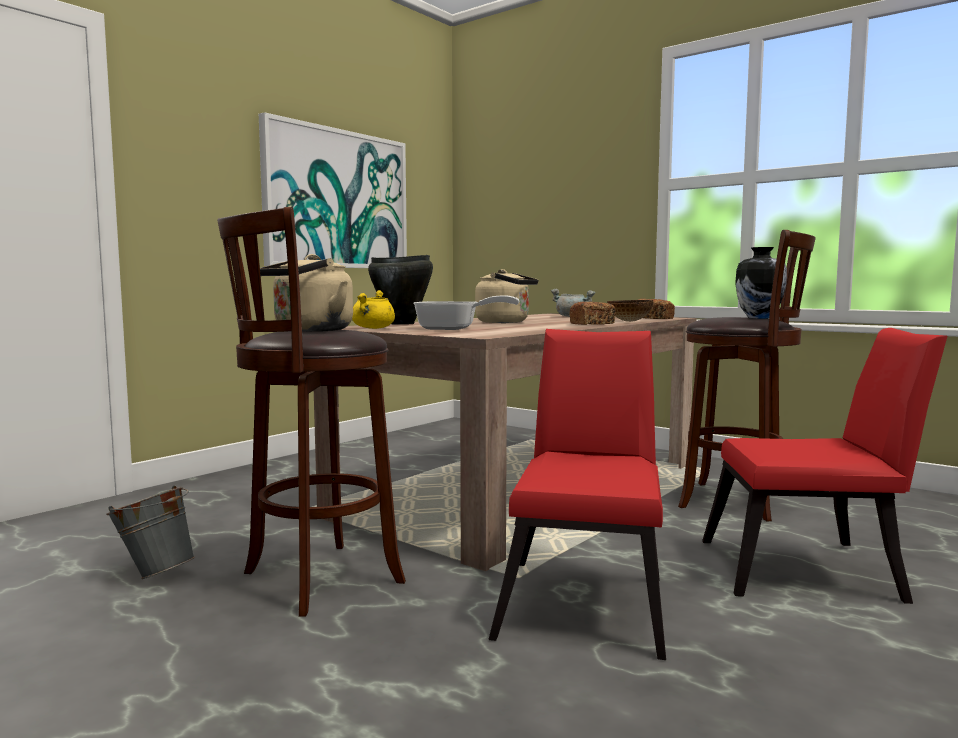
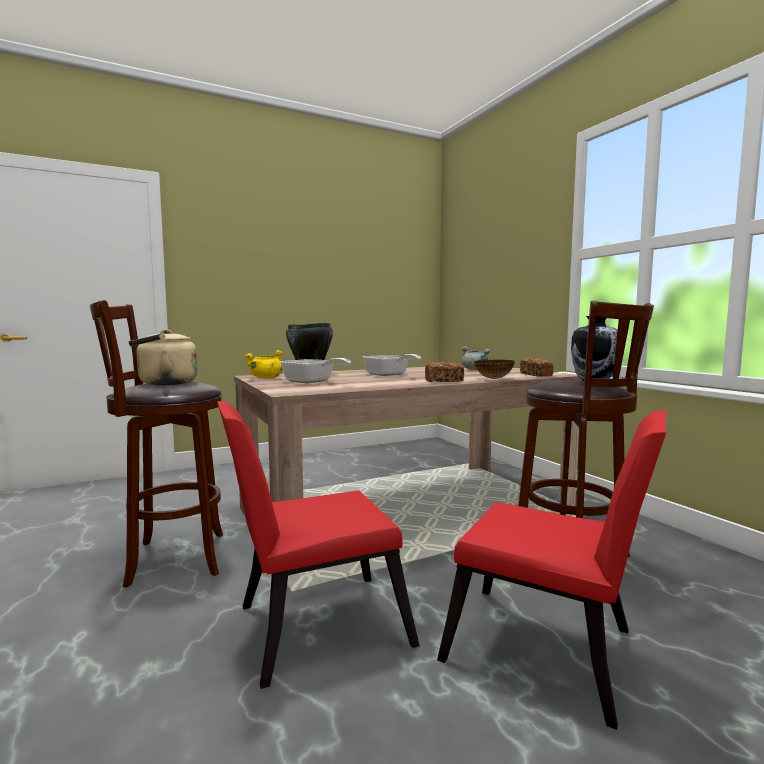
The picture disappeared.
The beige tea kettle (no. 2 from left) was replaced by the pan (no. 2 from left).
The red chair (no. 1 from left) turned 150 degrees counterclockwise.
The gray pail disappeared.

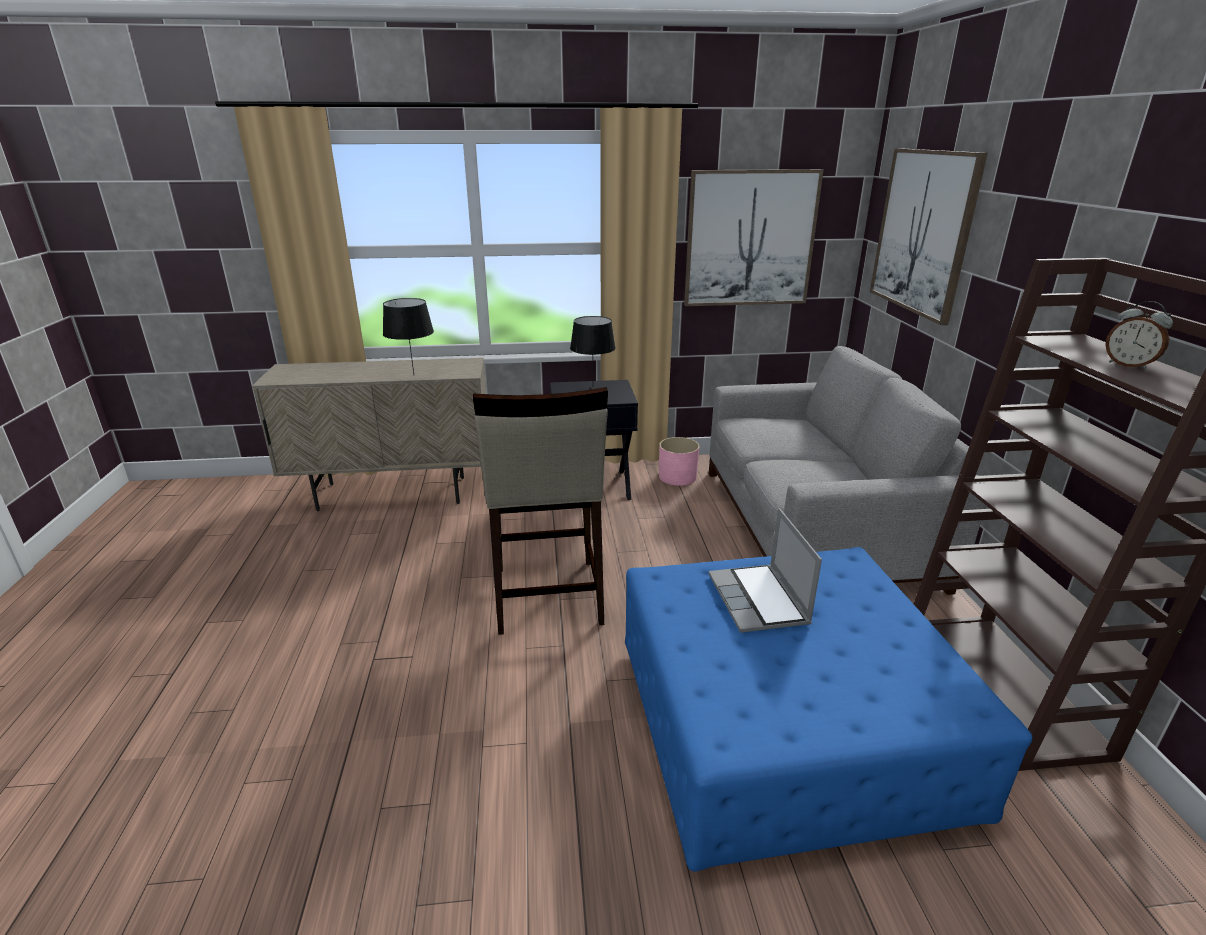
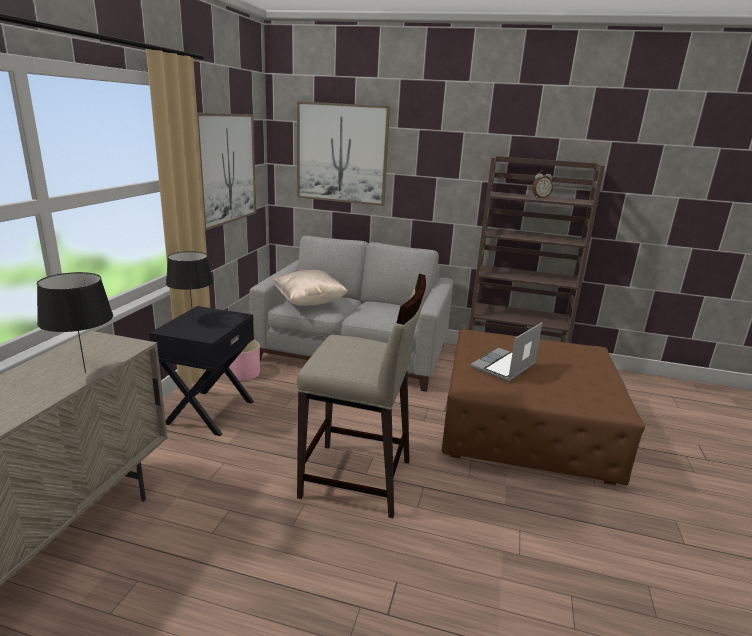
The laptop turned 120 degrees clockwise.
The bluish footrest became the brown-coloured footrest.
The beige cushion appeared.

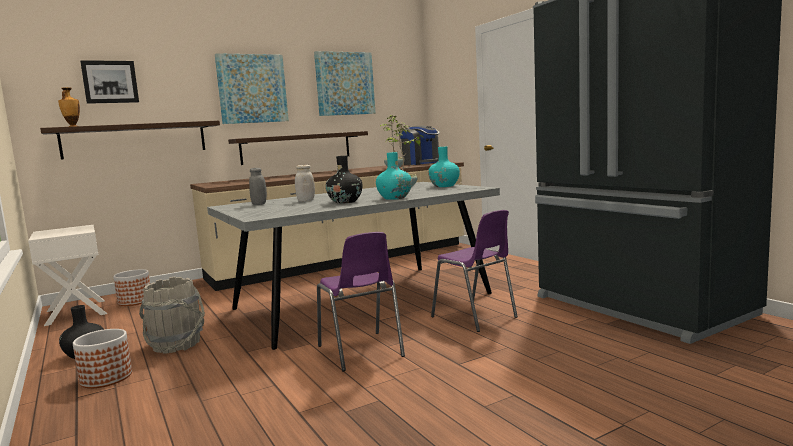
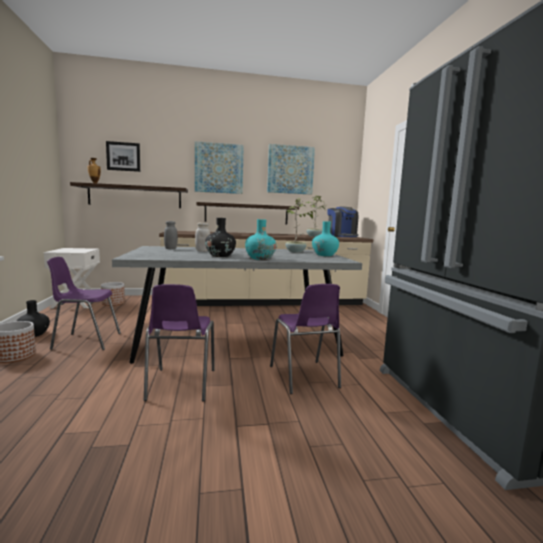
The gray pail was replaced by the purplish chair (no. 1 from left).

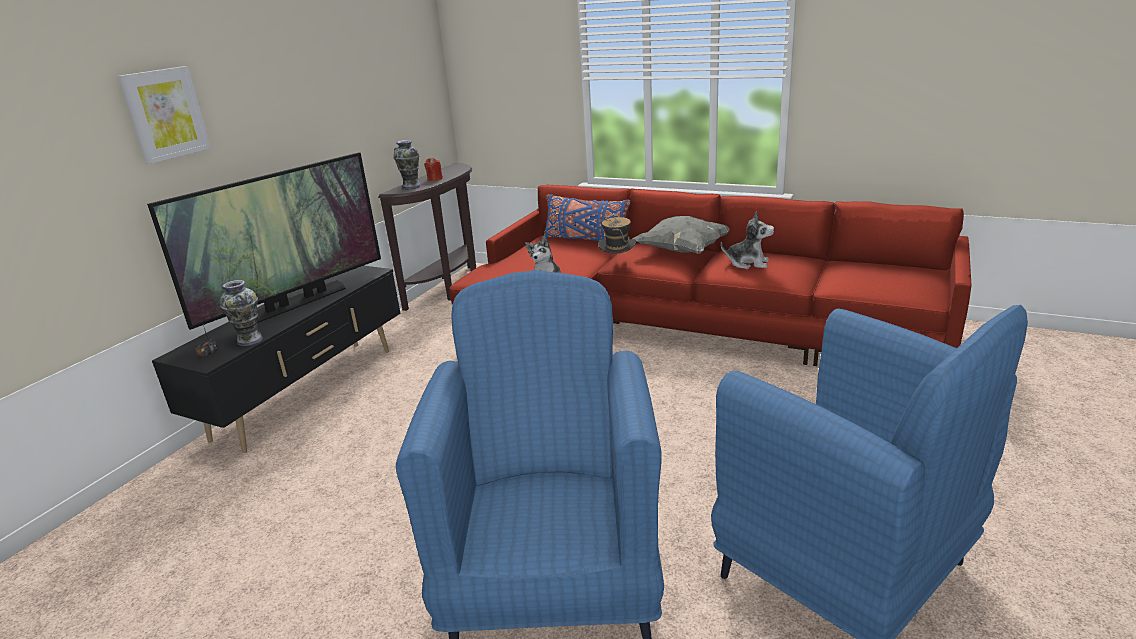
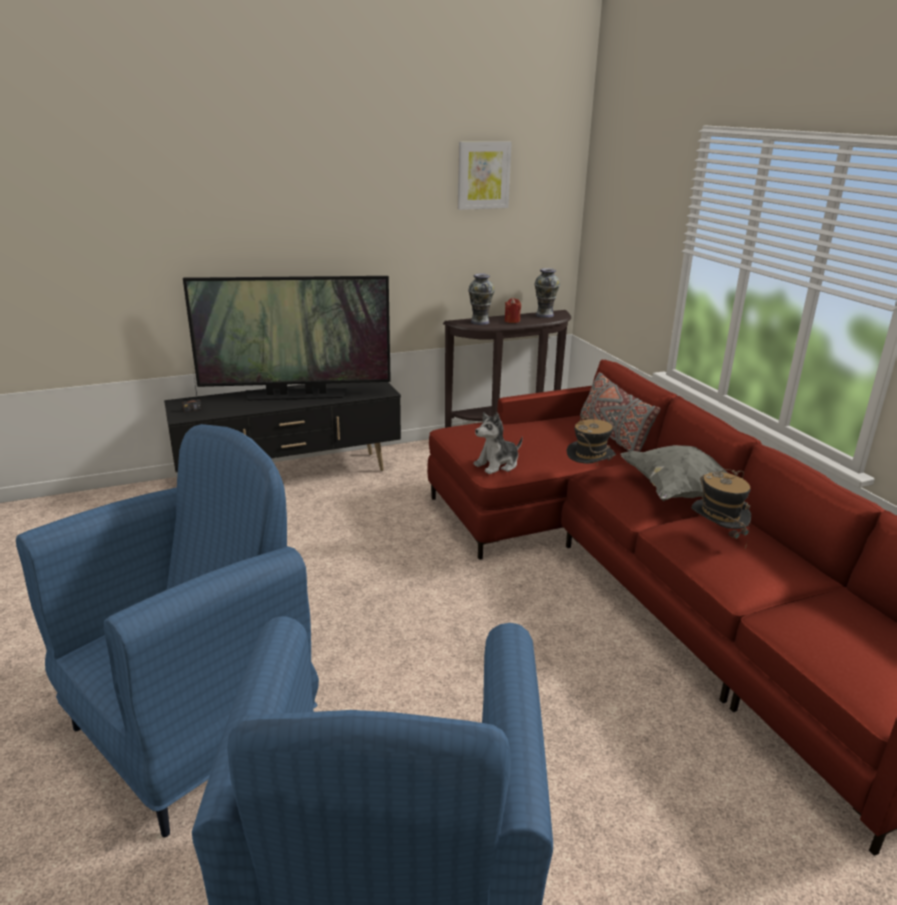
The picture moved.
The bluish cushion became the gray cushion (no. 1 from left).
The cuddly toy (no. 2 from left) was replaced by the wearable hat (no. 2 from left).
The flower vase (no. 1 from left in the first image) moved.

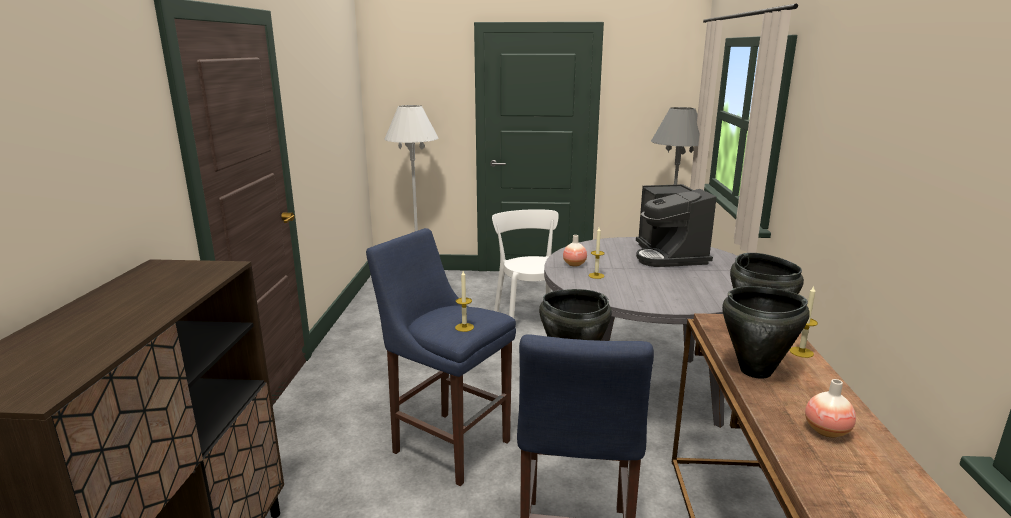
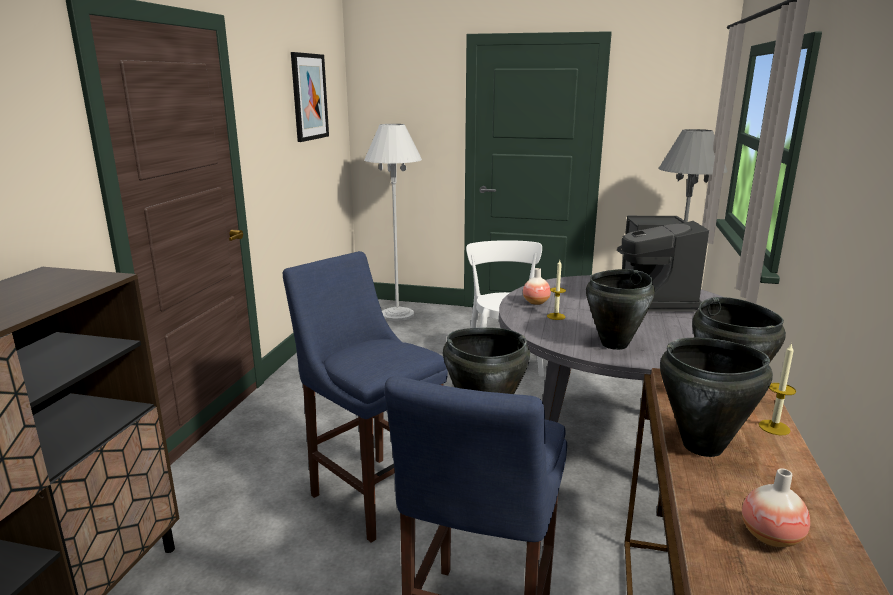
The candle (no. 1 from left) disappeared.
The picture appeared.
The blackish stockpot (no. 2 from left) appeared.

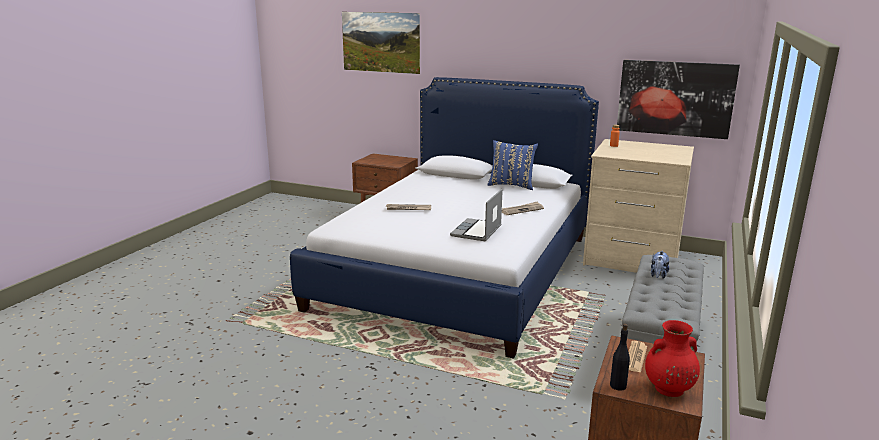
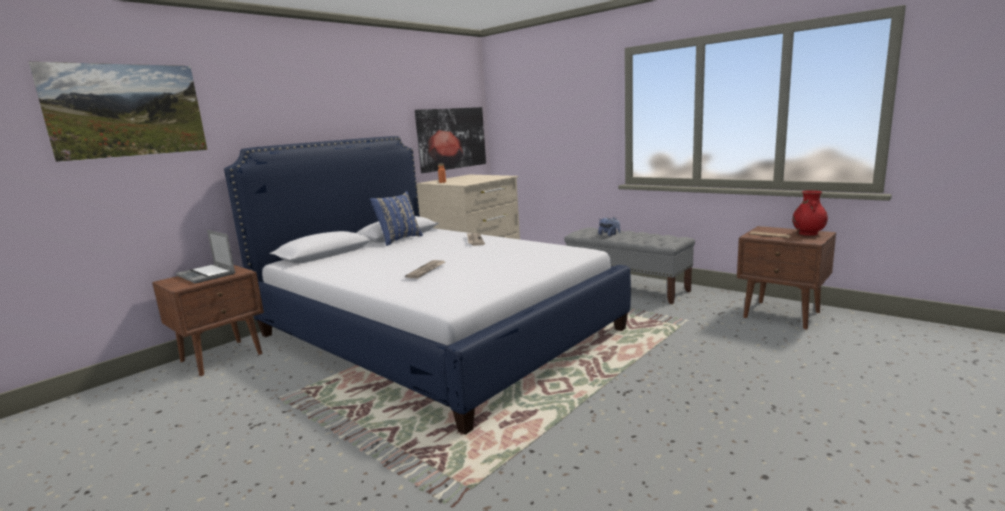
The laptop moved.
The blackish beverage bottle disappeared.

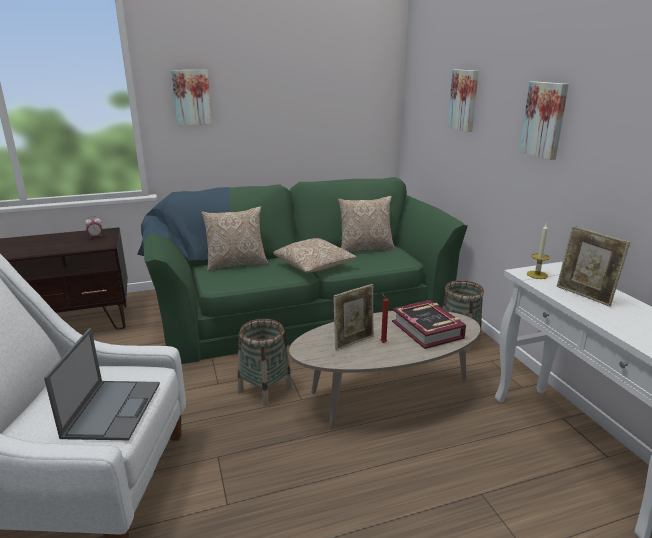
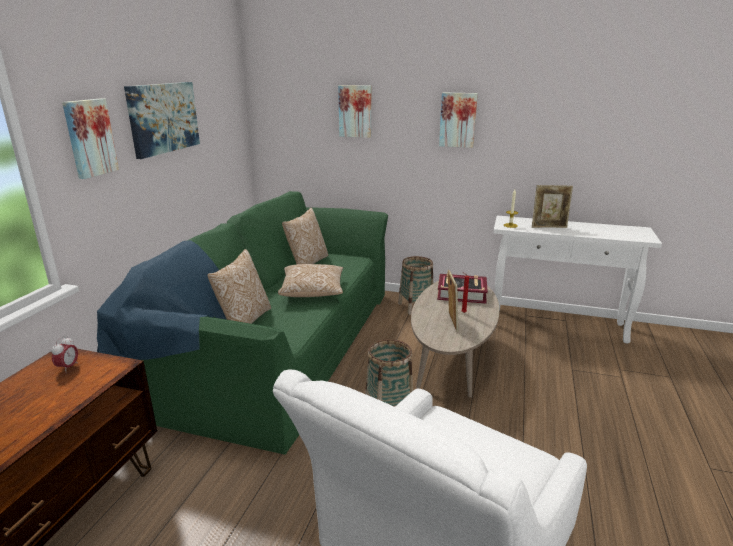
The laptop disappeared.
The picture (no. 2 from left) appeared.

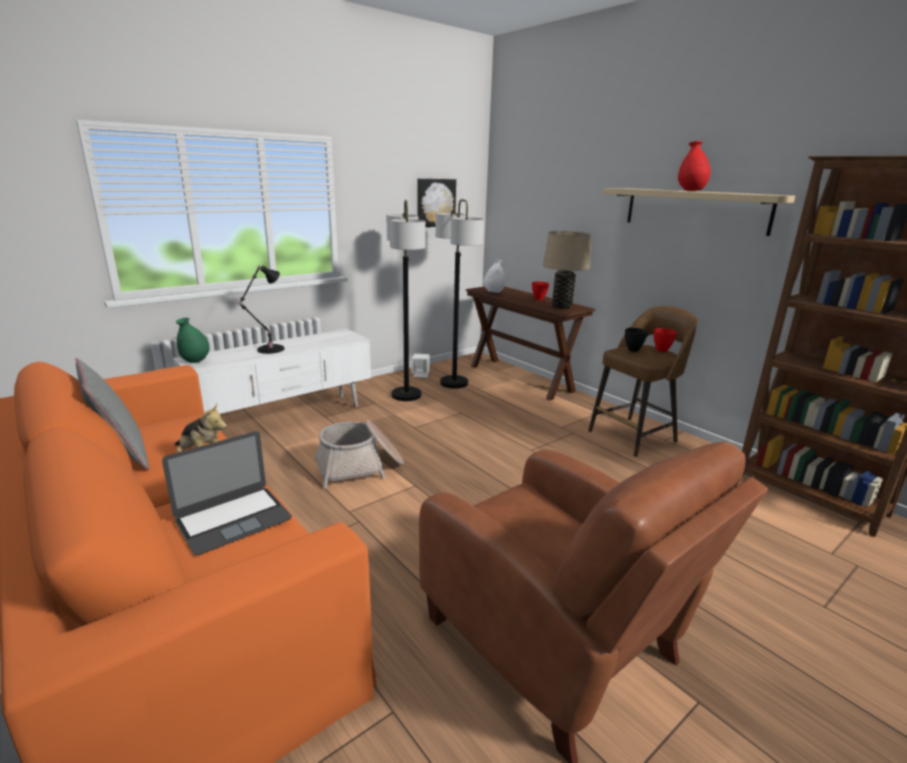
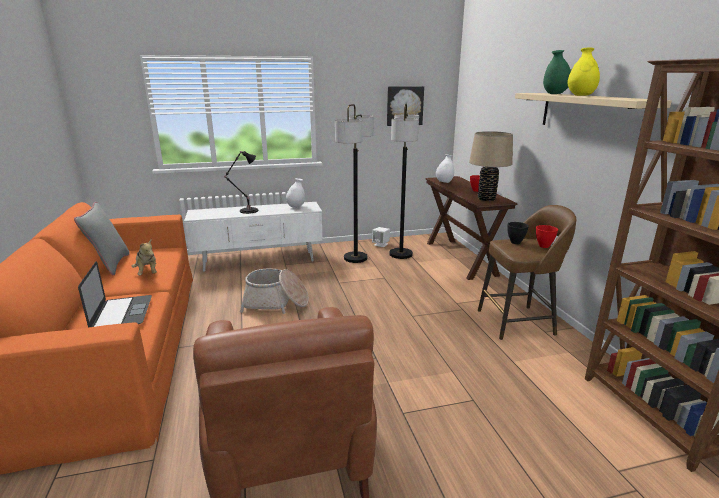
The red flower vase became the yellow flower vase.
The greenish flower vase moved.
The laptop turned 90 degrees counterclockwise.
The white flower vase (no. 1 from left) appeared.

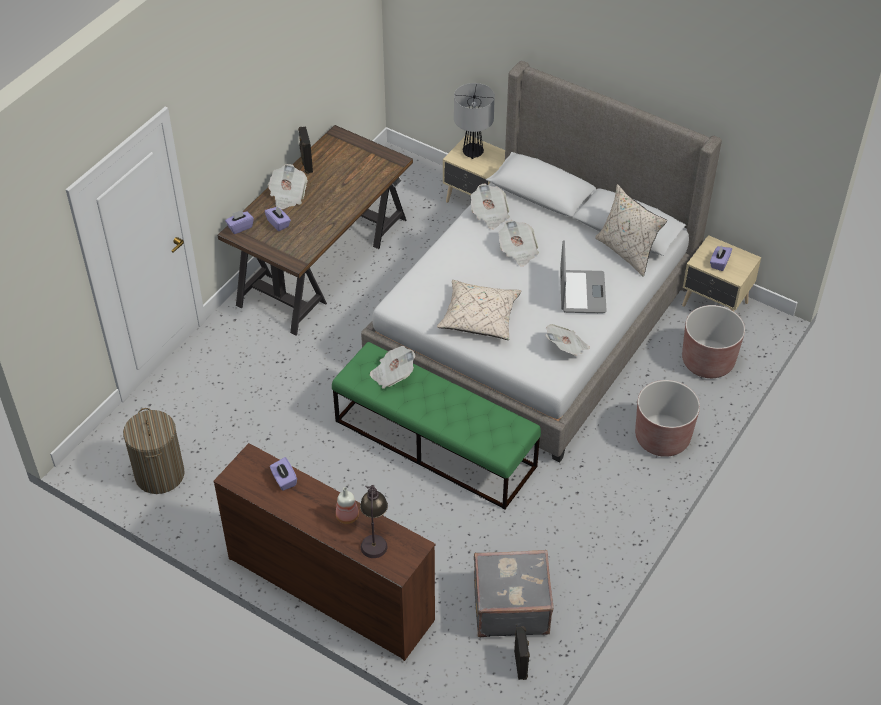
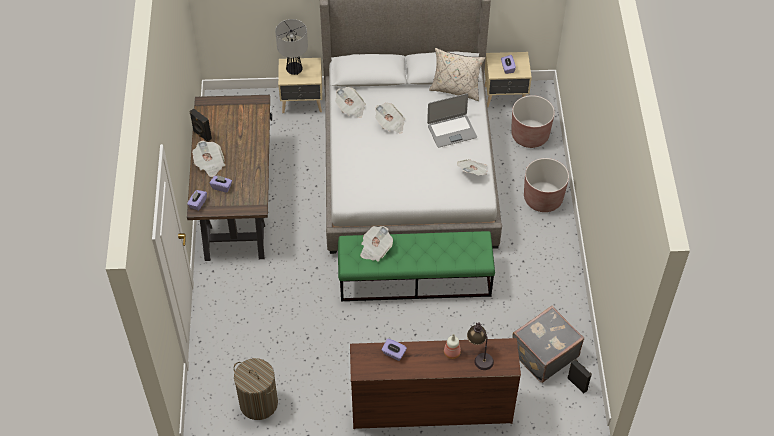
The laptop turned 105 degrees clockwise.
The beige cushion (no. 1 from left) disappeared.

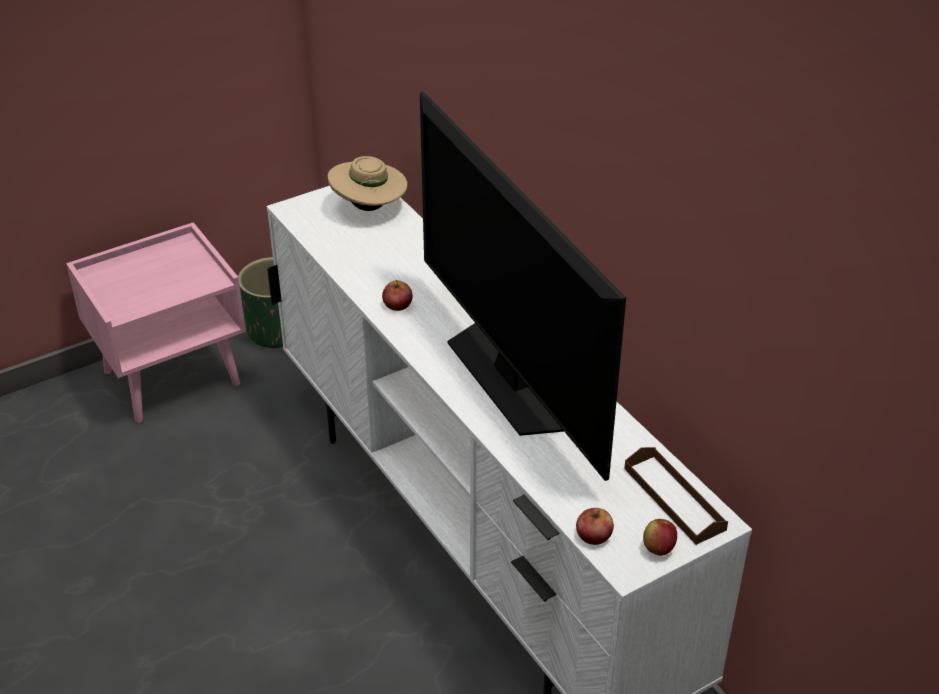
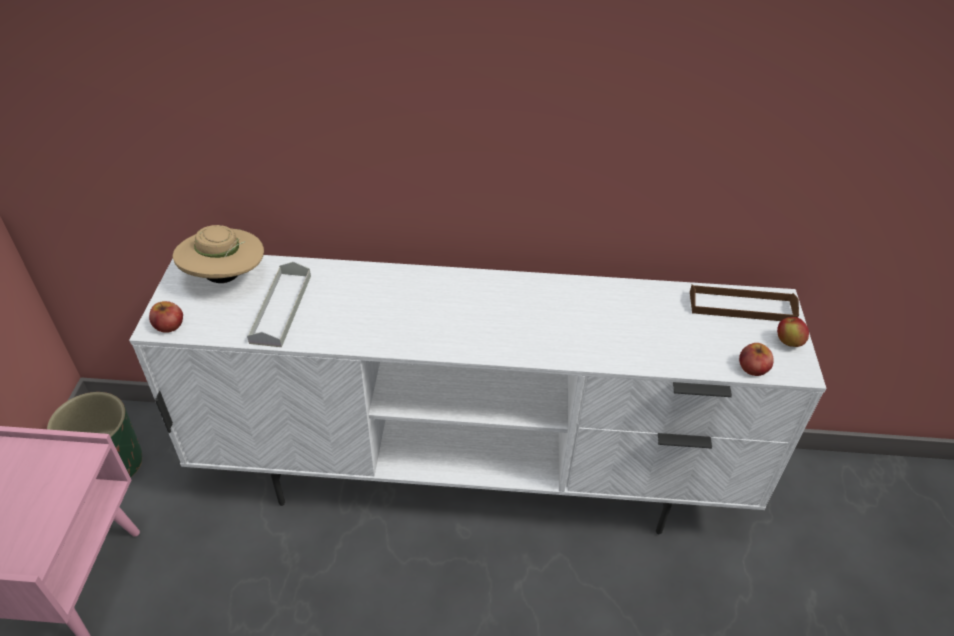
The television disappeared.
The apple (no. 1 from left) moved.
The gray carrying tray appeared.

